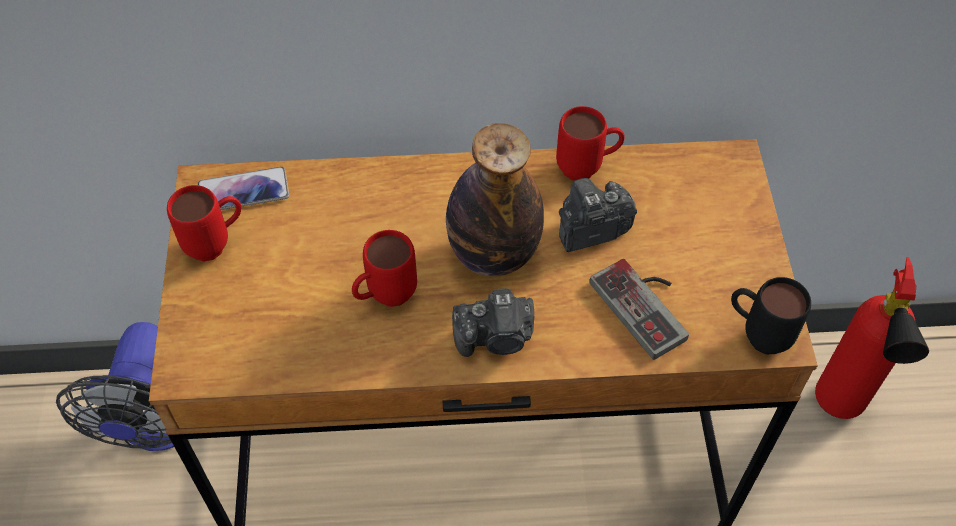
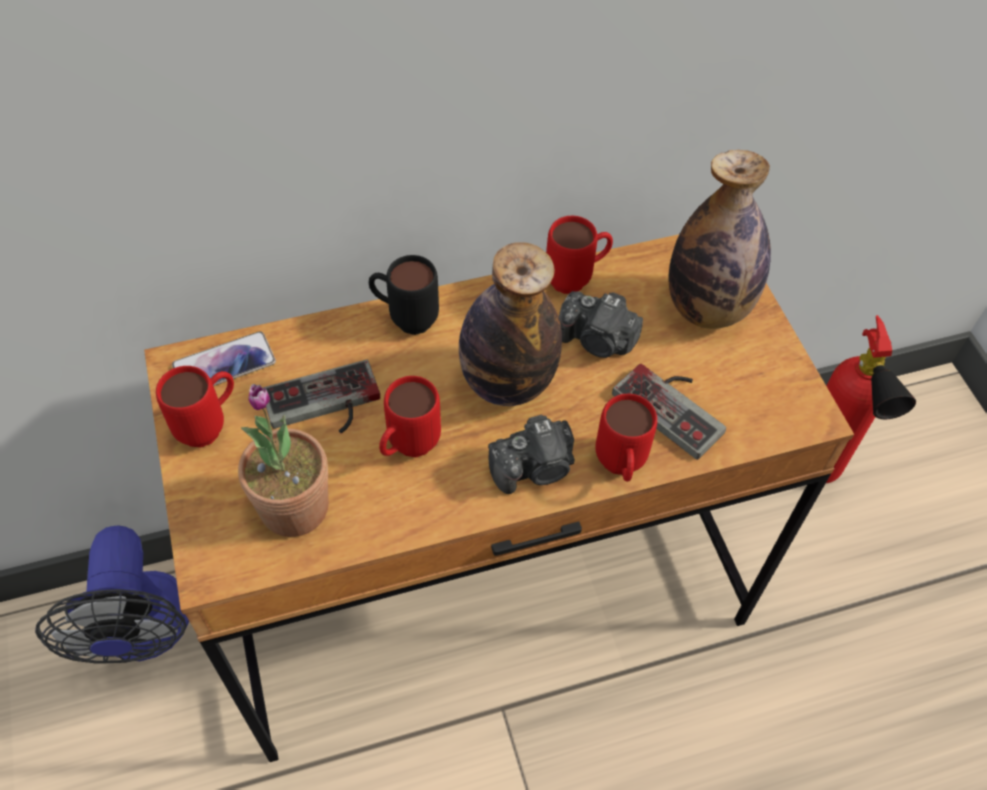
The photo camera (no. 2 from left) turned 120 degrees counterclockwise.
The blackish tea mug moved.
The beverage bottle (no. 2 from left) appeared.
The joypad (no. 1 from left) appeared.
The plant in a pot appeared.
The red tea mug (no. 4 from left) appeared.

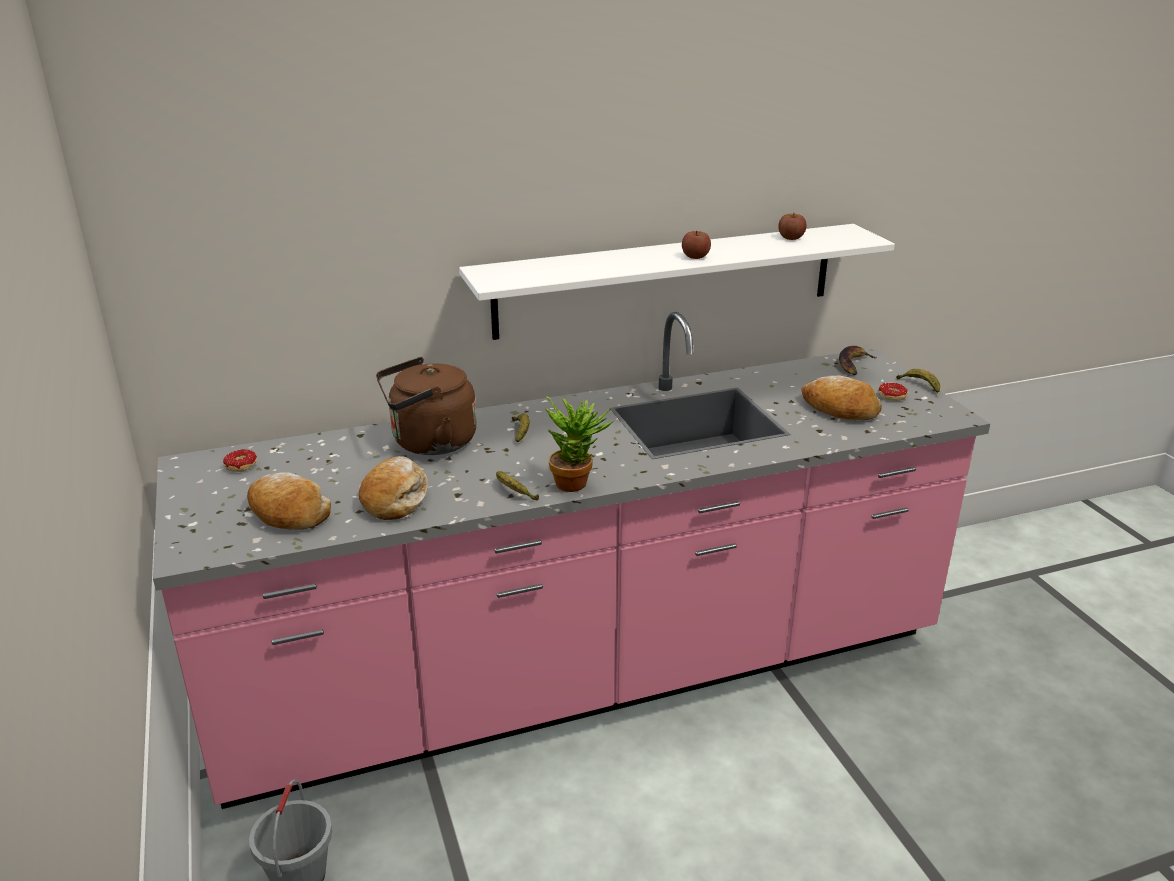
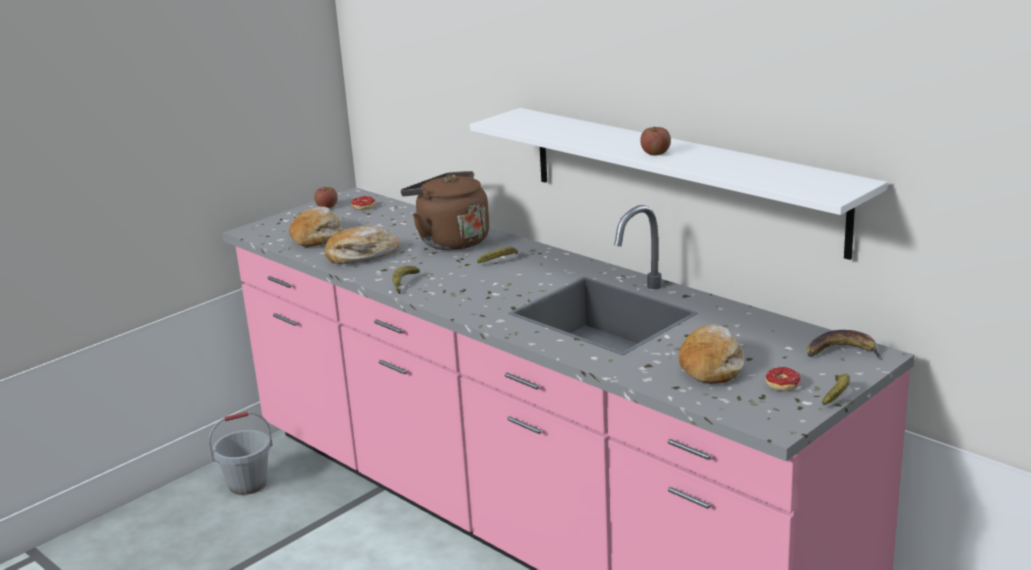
The apple (no. 2 from left in the first image) moved.
The plant in a pot disappeared.

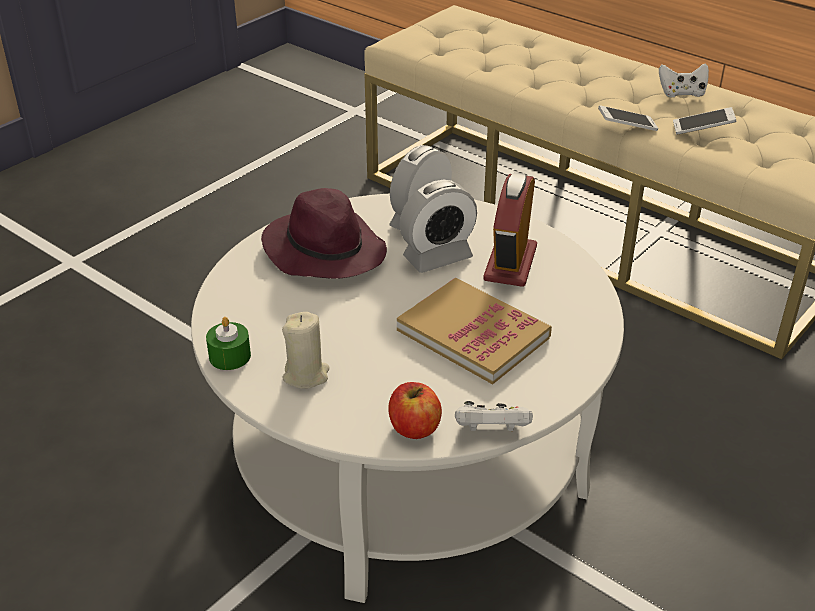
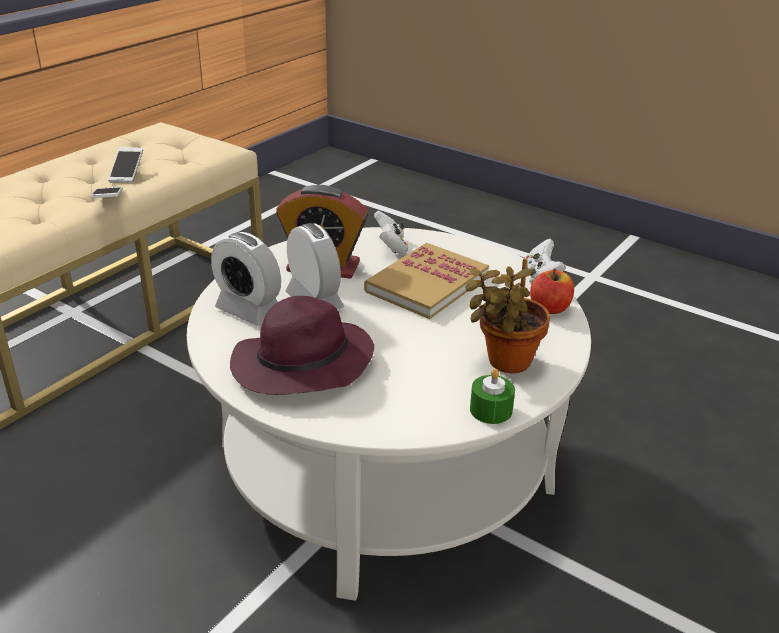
The white joypad (no. 2 from left in the first image) moved.
The beige candle was replaced by the plant in a pot.

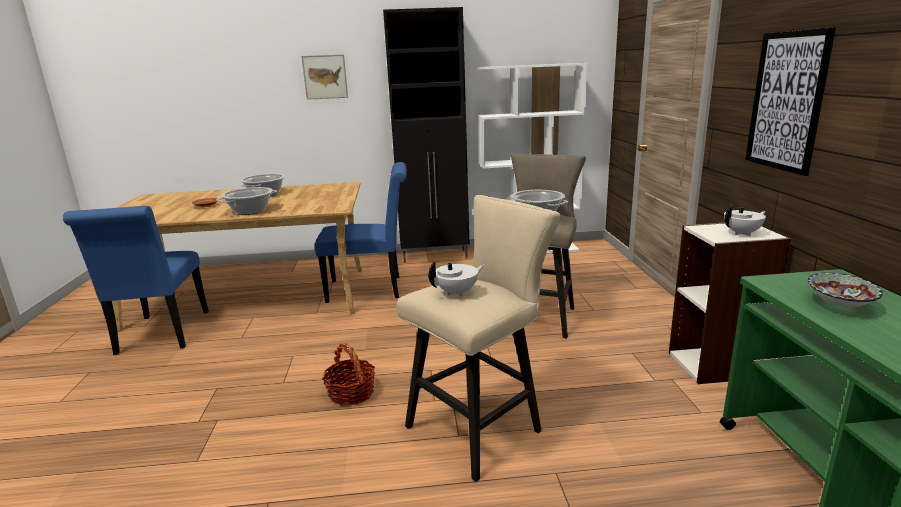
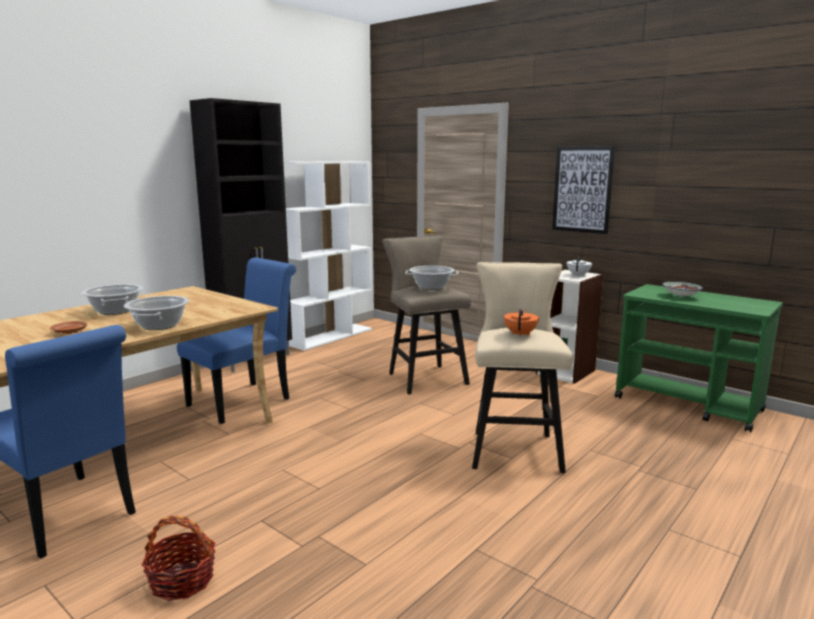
The picture (no. 1 from left) disappeared.
The white tea pot (no. 1 from left) became the orange tea pot.
The household basket moved.

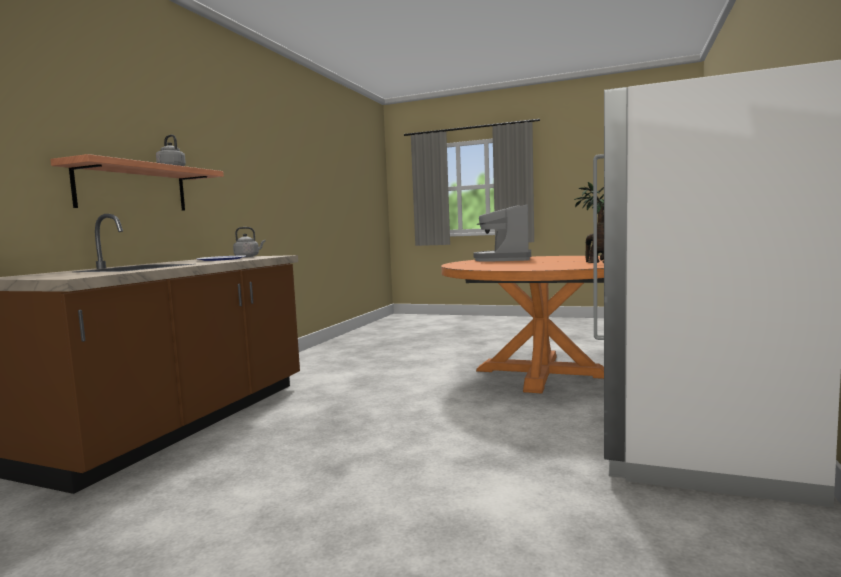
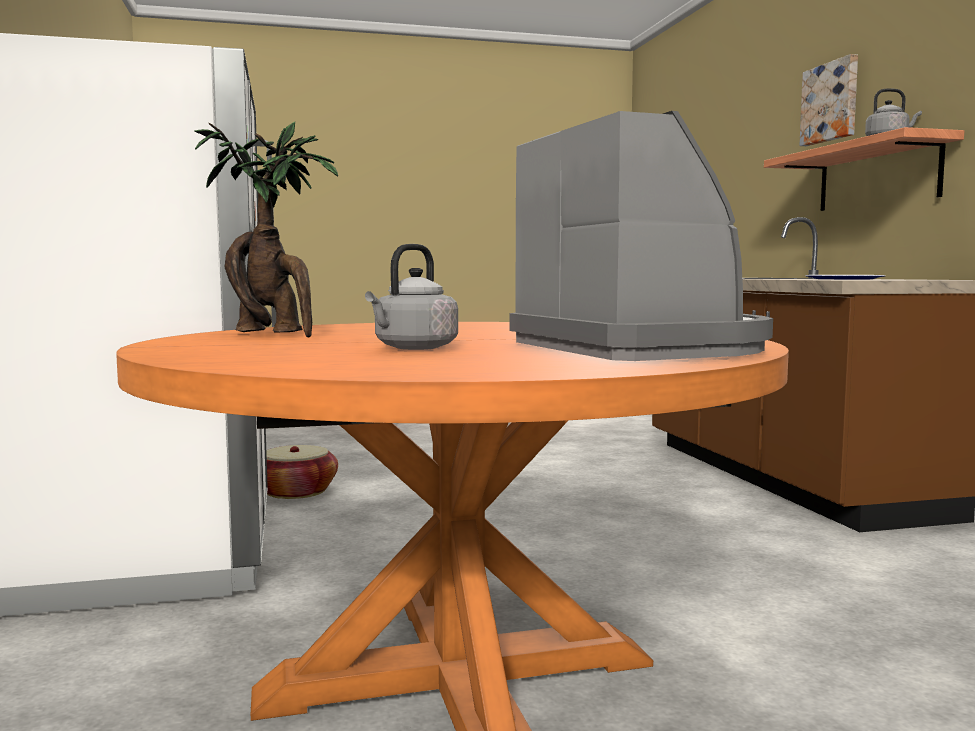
The gray tea kettle (no. 2 from left in the first image) moved.
The picture appeared.
The household basket appeared.

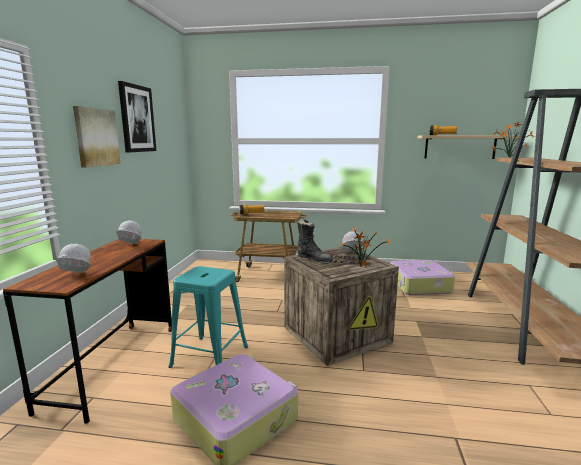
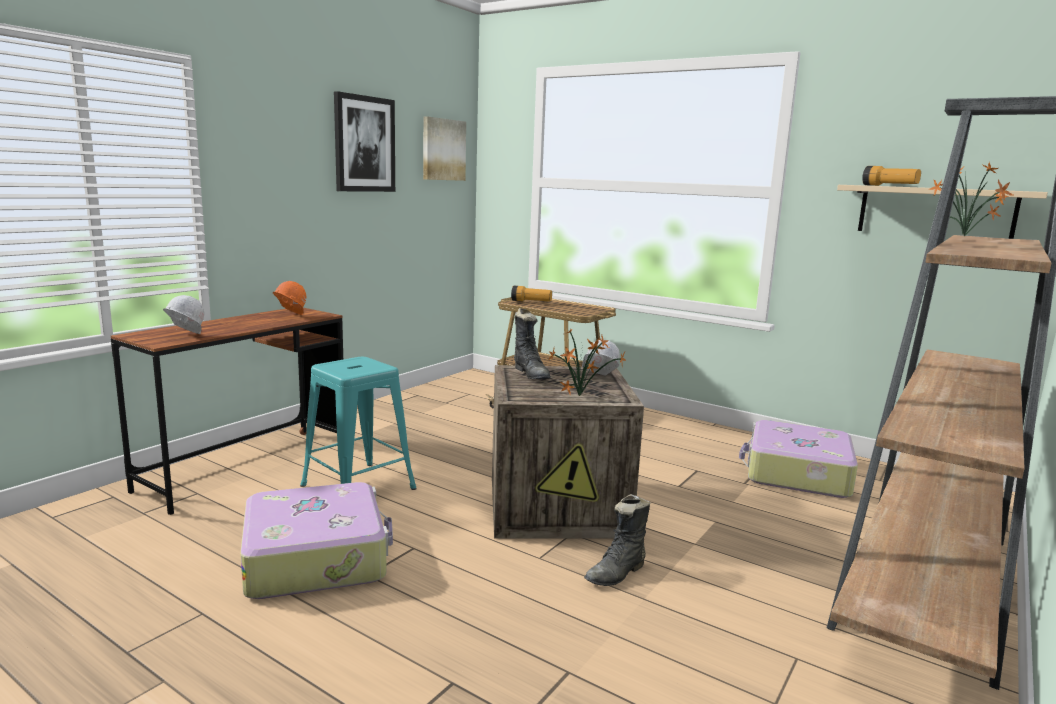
The picture (no. 1 from left in the first image) moved.
The white work helmet (no. 2 from left) became the orange work helmet.
The blackish tall boot (no. 2 from left) appeared.

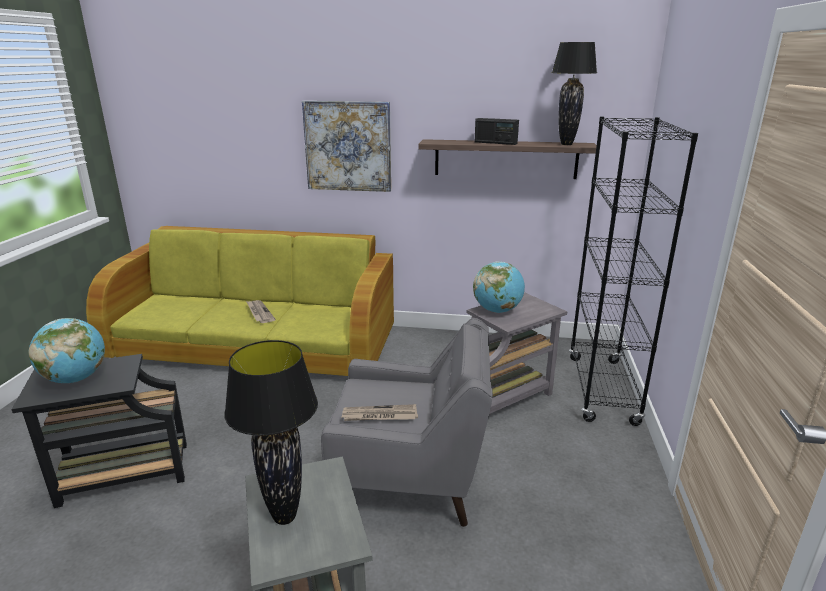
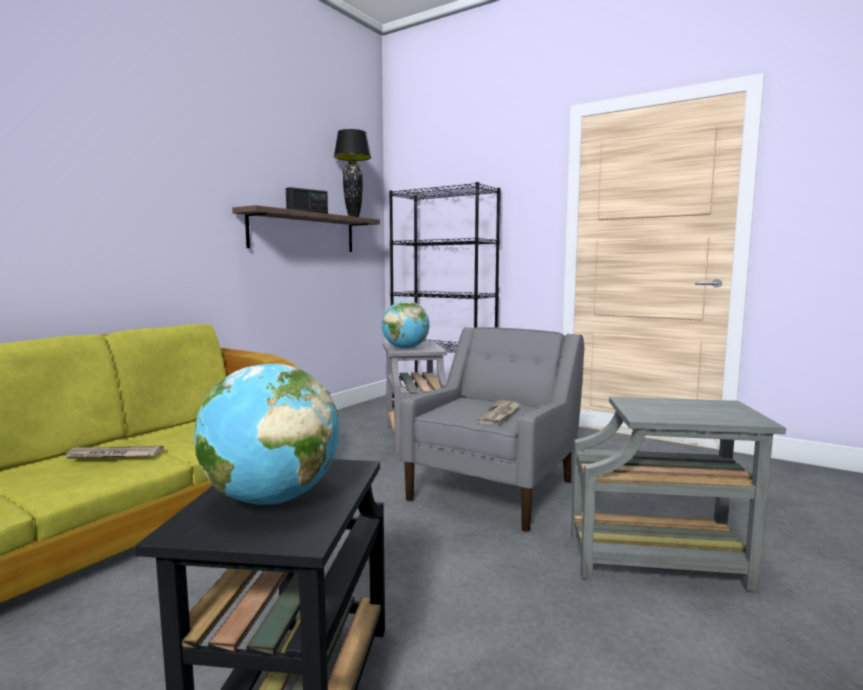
The picture disappeared.
The blackish tabletop lamp (no. 1 from left) disappeared.

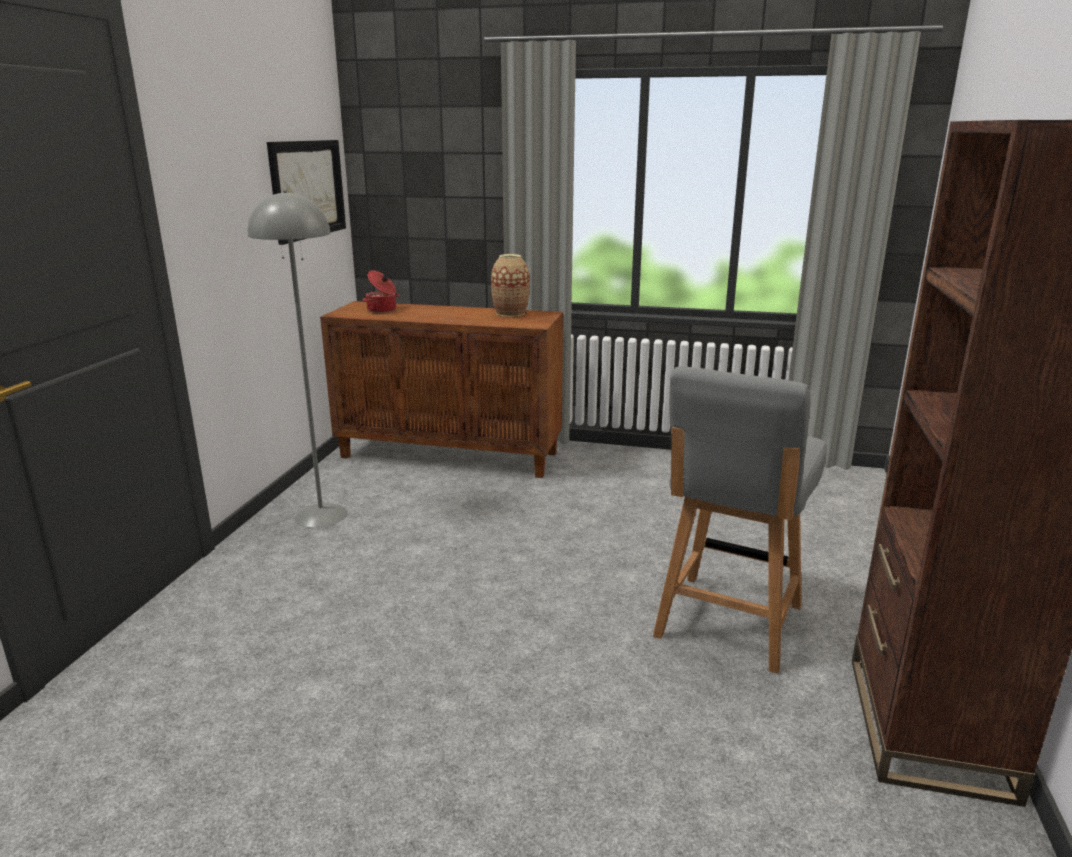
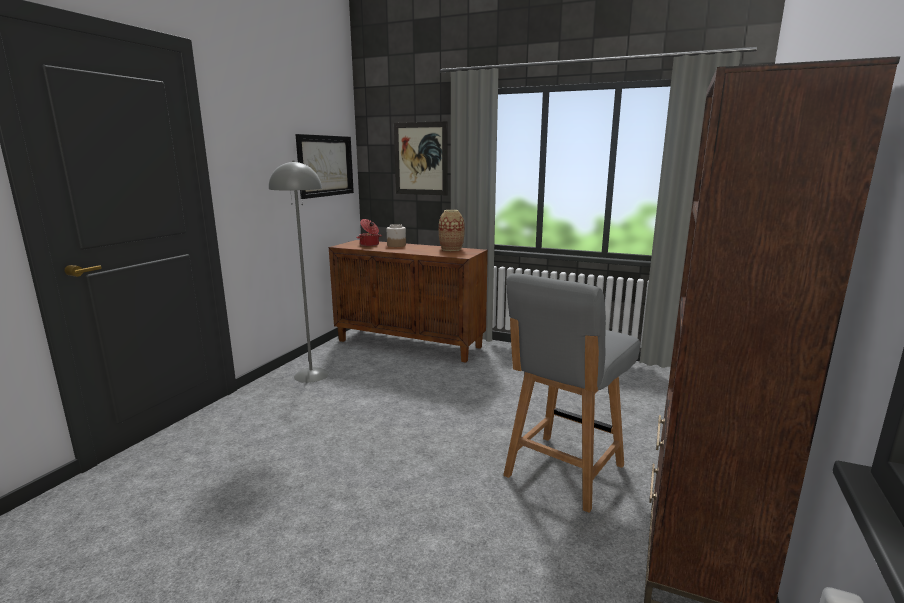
The picture (no. 2 from left) appeared.
The jar appeared.

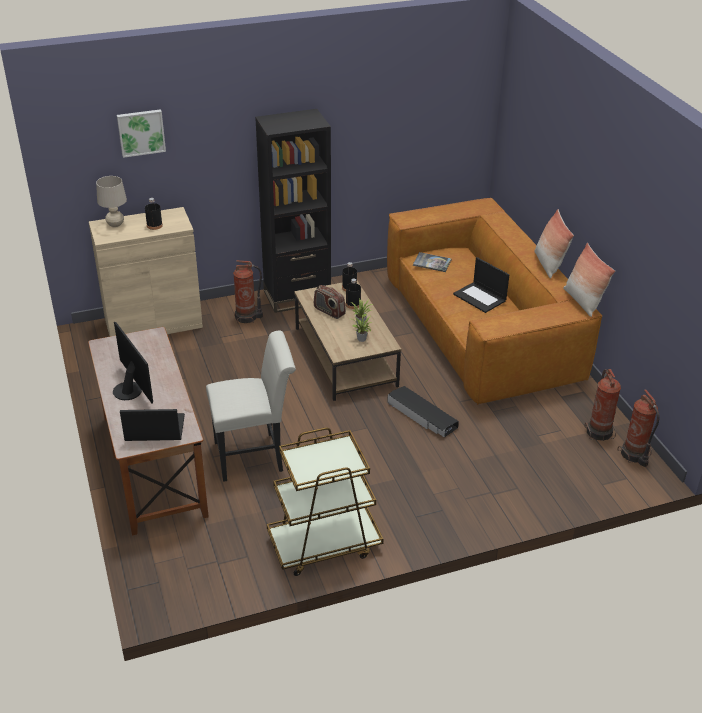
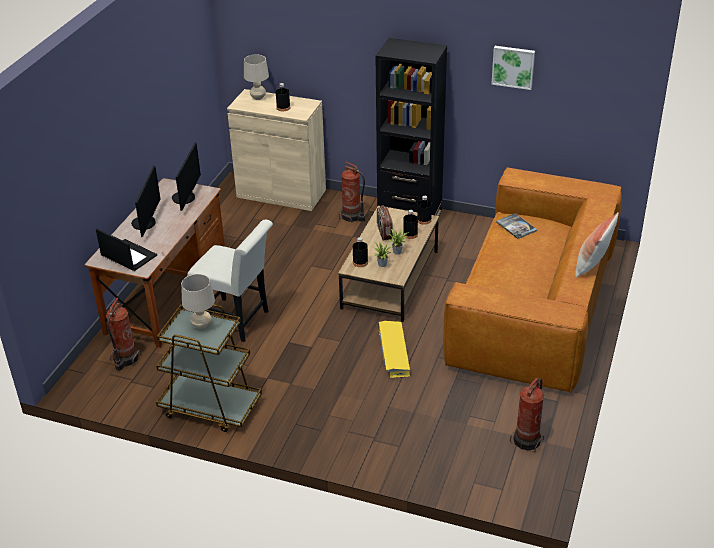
The picture moved.
The cushion (no. 2 from left) disappeared.
The laptop (no. 2 from left) disappeared.
The blackish storage box became the yellow storage box.
The extinguisher (no. 3 from left in the first image) moved.
The computer screen (no. 2 from left) appeared.
The blackish beverage bottle (no. 2 from left) appeared.
The beige tabletop lamp (no. 1 from left) appeared.

